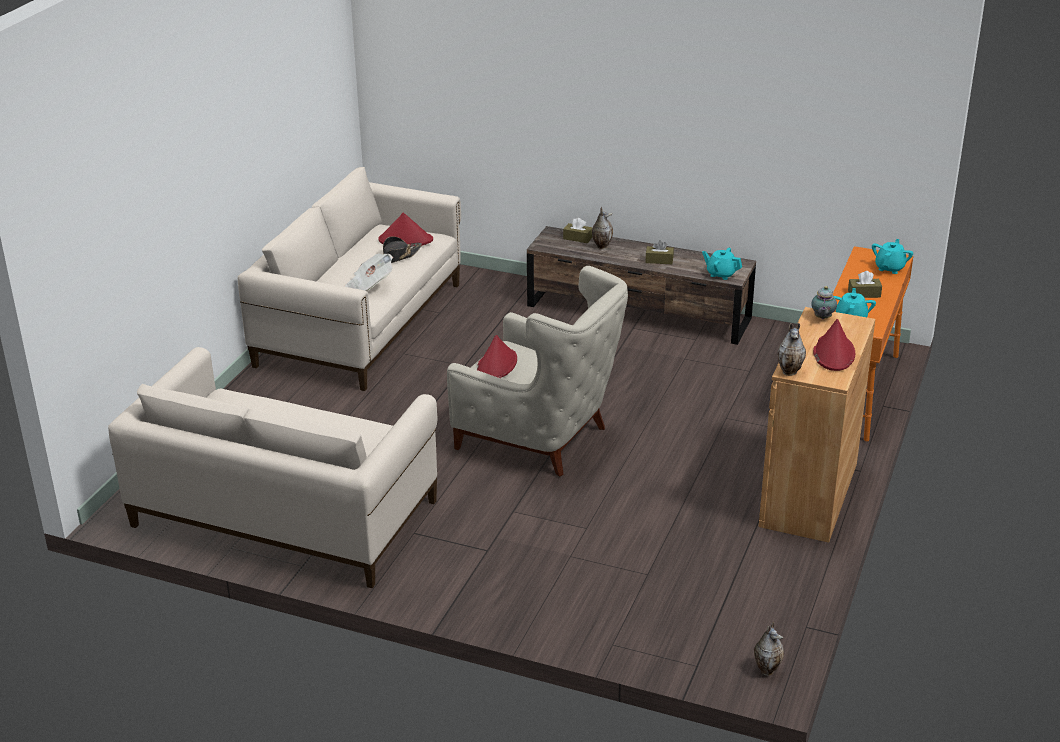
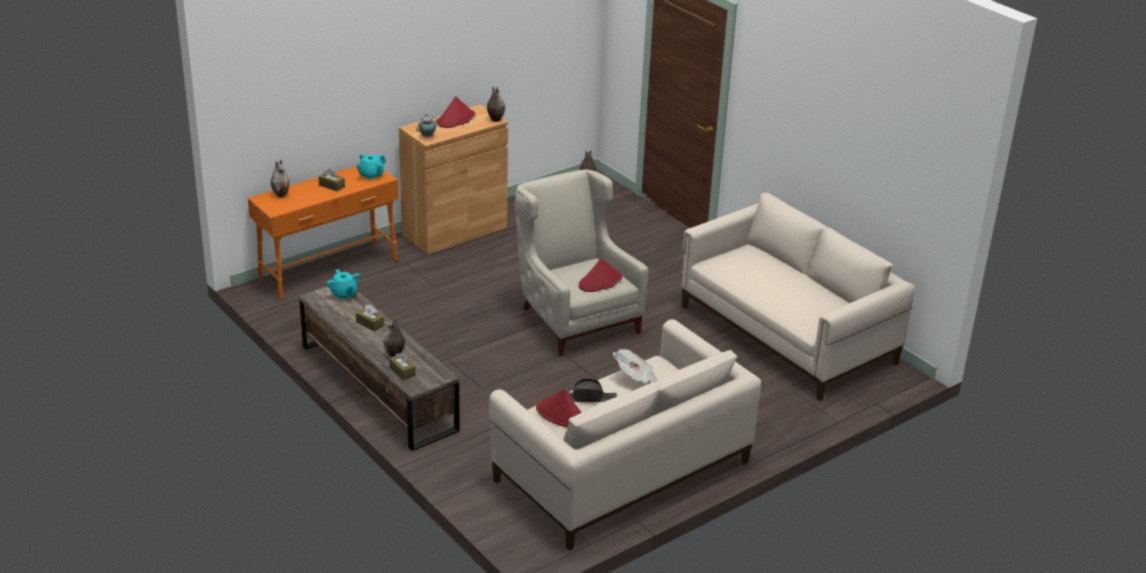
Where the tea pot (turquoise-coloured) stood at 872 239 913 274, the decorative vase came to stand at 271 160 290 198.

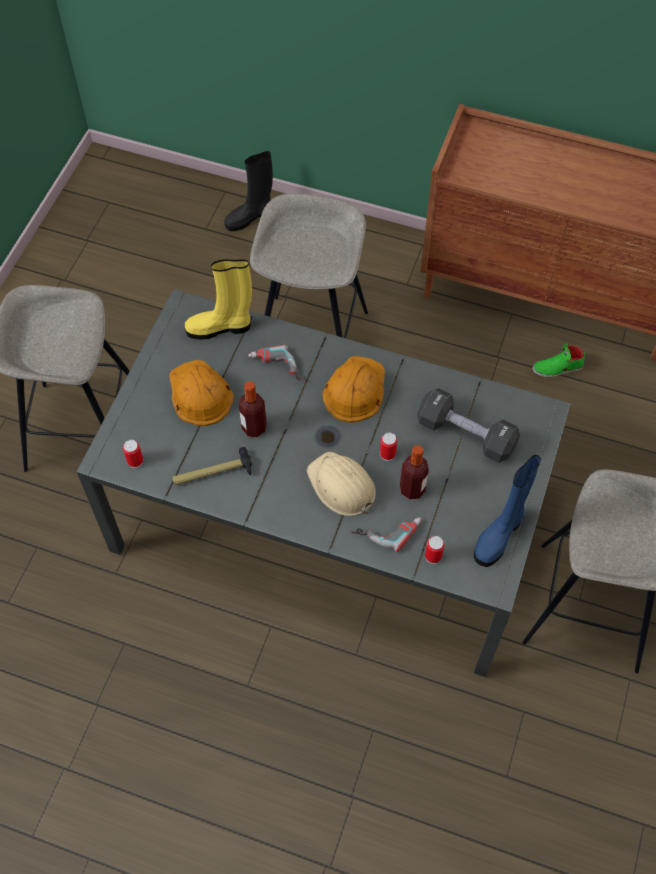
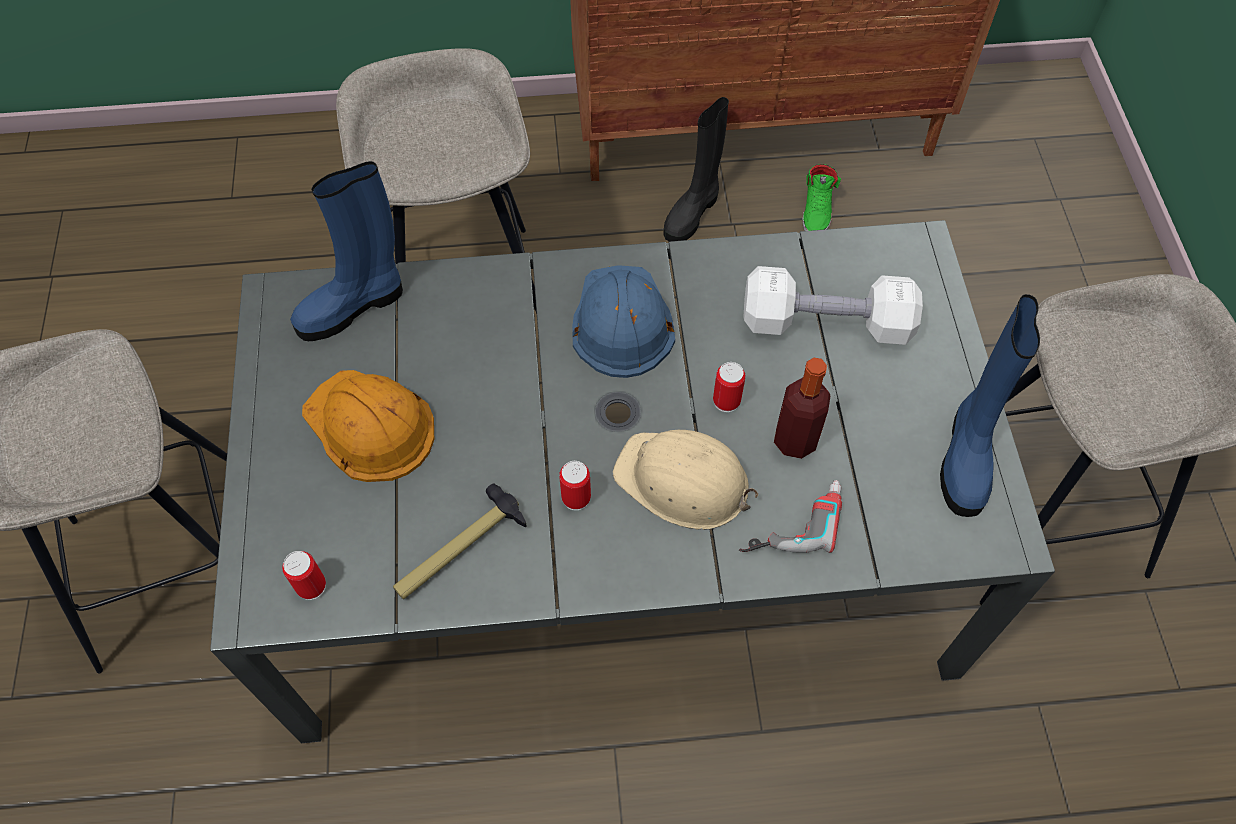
What was the tall boot (yellow-coloured) at 185 259 252 340 turned into the tall boot (blue) at 290 161 403 341. The tall boot (black) ended up elsewhere, having gone from 224 151 273 231 to 663 97 729 242. The second view lost the beverage bottle at 239 381 267 437. The second view lost the power drill at 248 345 306 384. What was the safety helmet (orangey) at 322 356 385 423 turned into the safety helmet (blue) at 572 265 675 378. What was the dumbbell (black) at 418 388 520 463 turned into the dumbbell (whitish) at 744 266 923 345. The can ended up elsewhere, having gone from 425 536 445 564 to 559 461 591 511. The item of footwear (green) at 532 343 585 377 ended up facing another way, 45 degrees counterclockwise from before.

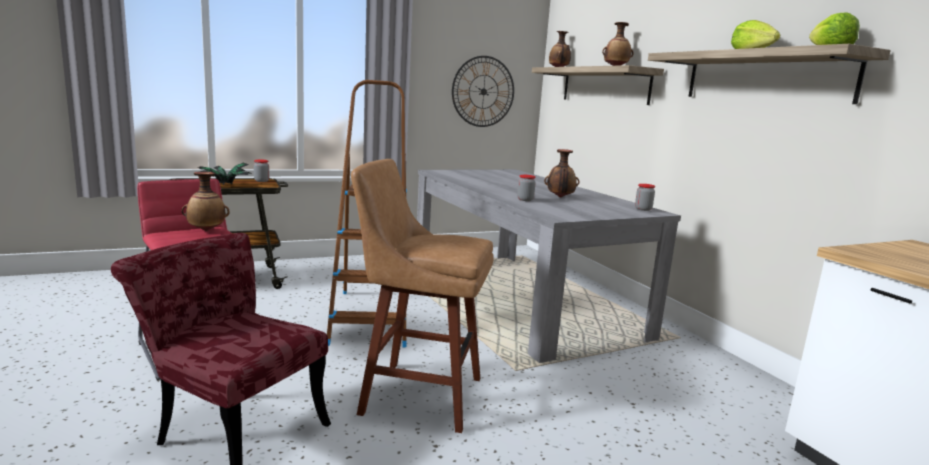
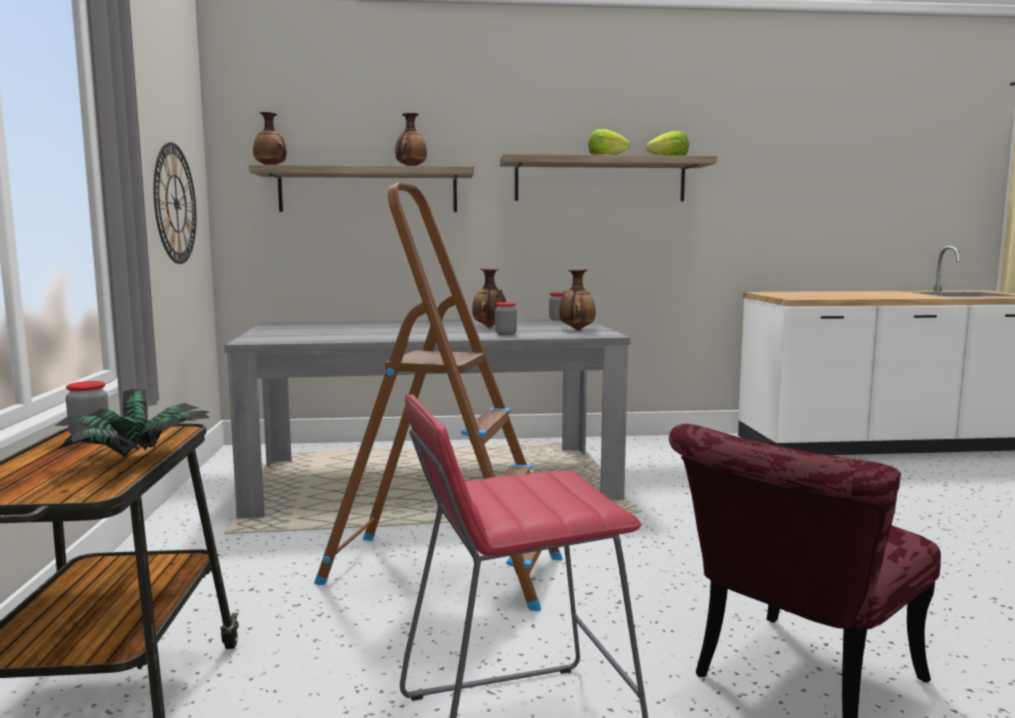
The decorative vase ended up elsewhere, having gone from 182 172 230 231 to 559 269 596 330. The second view lost the sitting stool (brown) at 351 159 494 433.

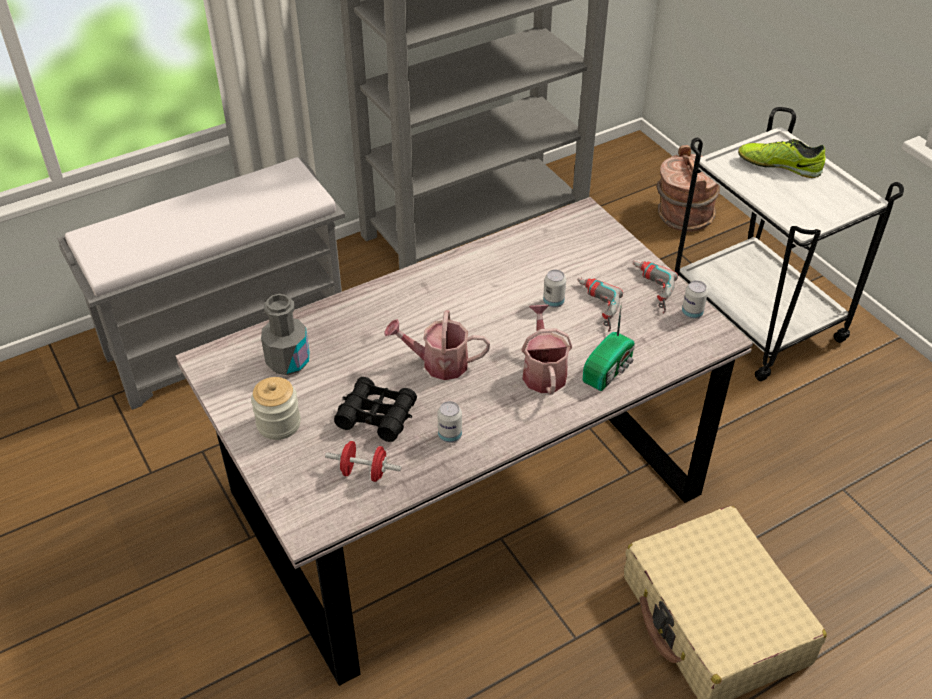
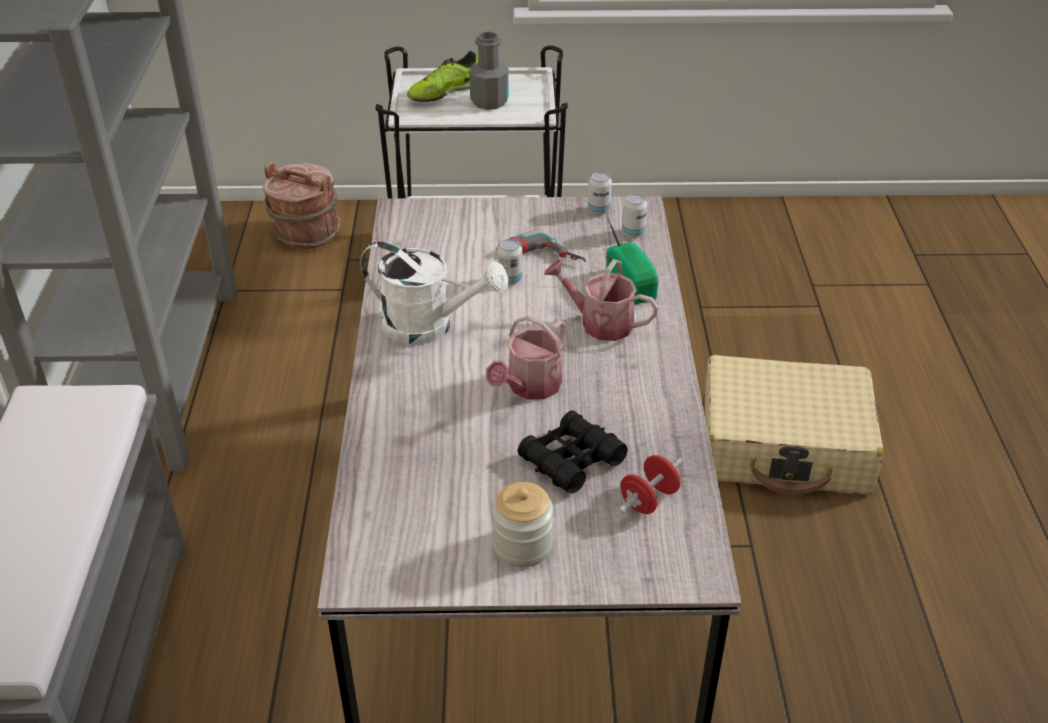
The beverage bottle (gray) ended up elsewhere, having gone from 261 294 309 375 to 469 32 509 110. The can ended up elsewhere, having gone from 437 401 462 443 to 622 194 647 238. The second view lost the power drill at 633 260 678 314. The second view gained the sprinkling can (whitish) at 360 242 508 345.

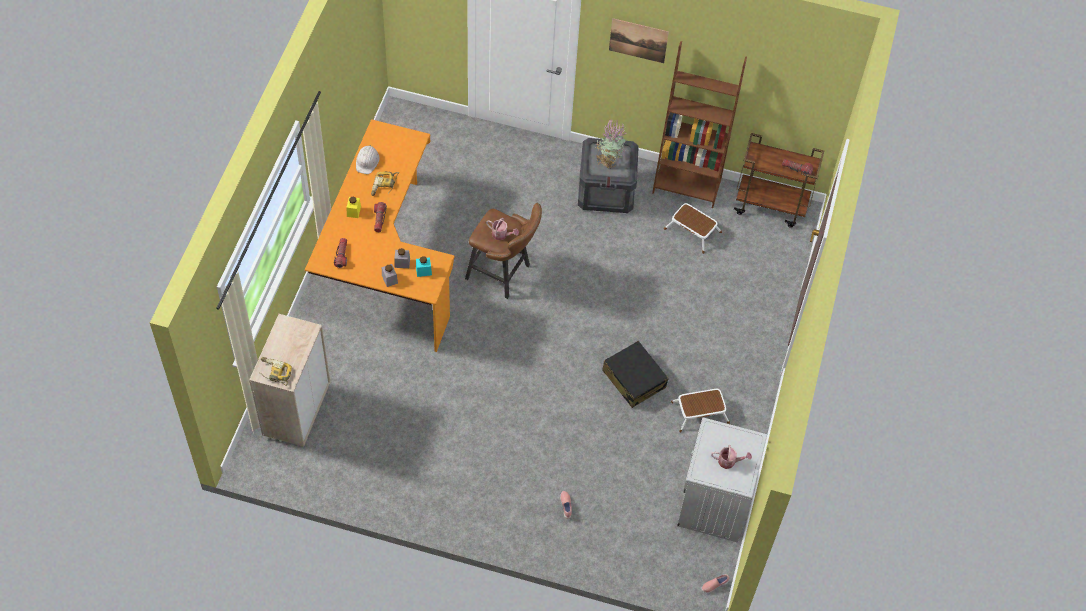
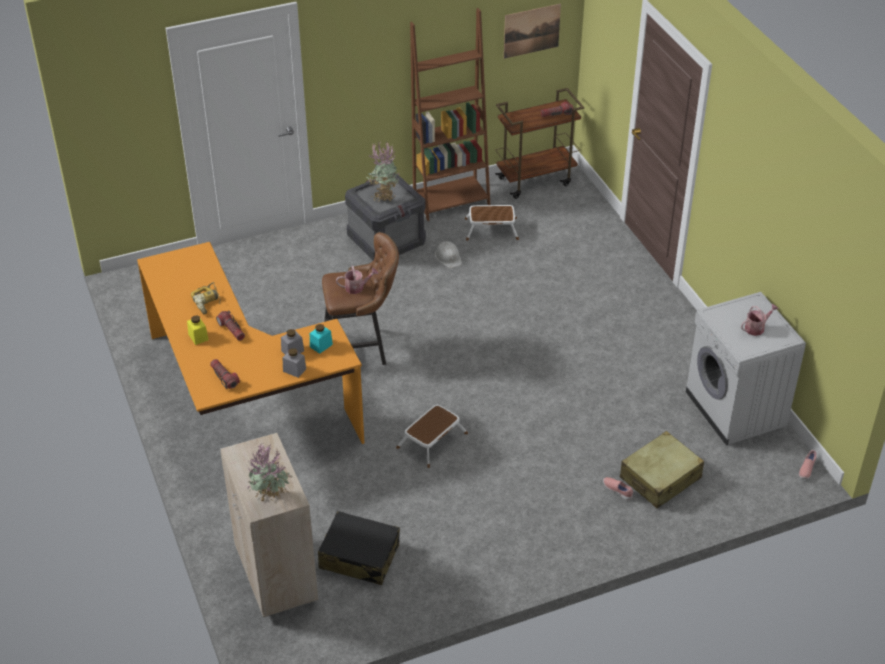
Where the power drill stood at 260 357 292 386, the plant in a pot came to stand at 246 443 292 502. The safety helmet (whitish) ended up elsewhere, having gone from 356 145 380 174 to 435 241 462 268. The piece of luggage (black) ended up elsewhere, having gone from 602 341 669 408 to 318 511 400 585. The picture ended up elsewhere, having gone from 609 18 669 63 to 504 4 561 59. The step stool (brown) ended up elsewhere, having gone from 671 389 730 433 to 396 405 468 468. The second view gained the piece of luggage (sand-coloured) at 620 431 704 509.

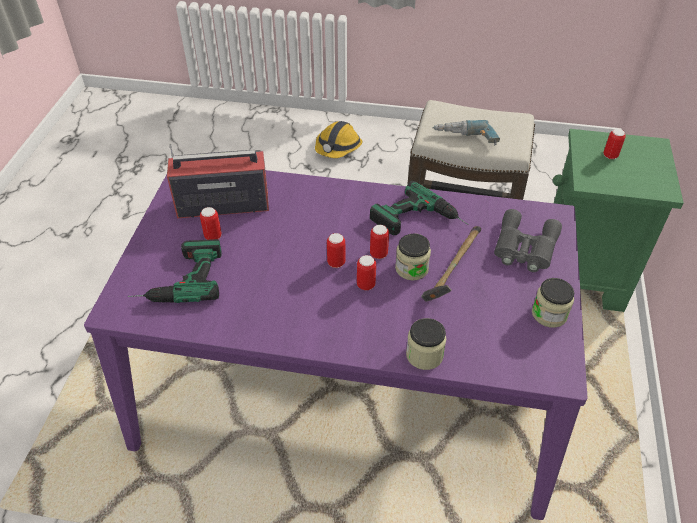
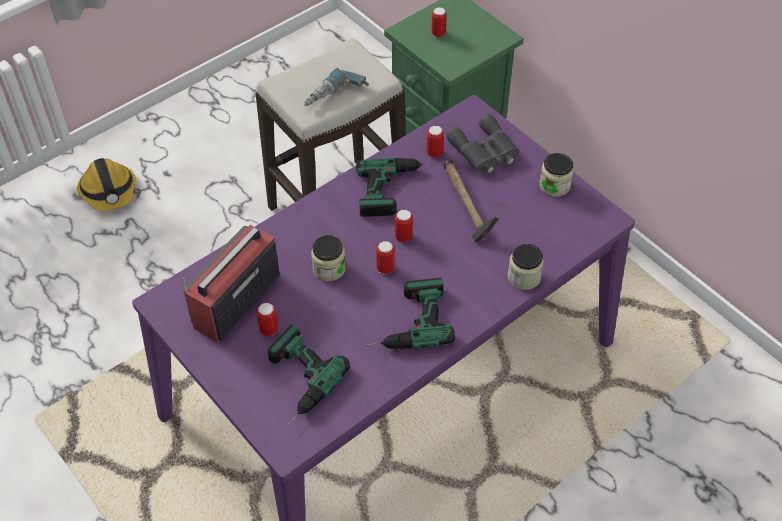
The can ended up elsewhere, having gone from 357 255 376 290 to 427 126 444 157. The preserve jar ended up elsewhere, having gone from 395 233 431 280 to 311 235 346 281. The second view gained the power drill at 365 278 455 349.

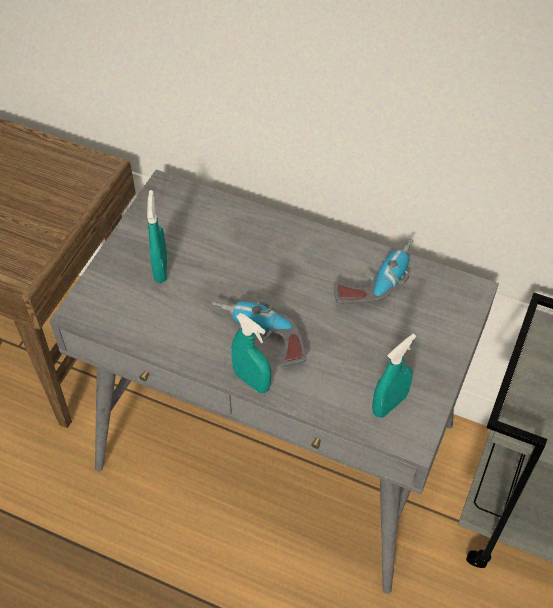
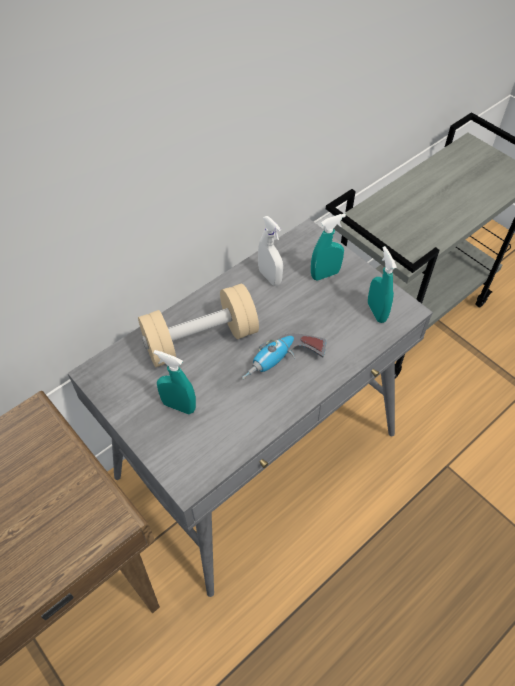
The sprayer (turquoise-coloured) ended up elsewhere, having gone from 232 313 271 393 to 311 213 346 280. Where the power drill stood at 334 239 413 304, the sprayer (whitish) came to stand at 258 216 283 286. The second view gained the dumbbell (sand-coloured) at 138 284 259 367.

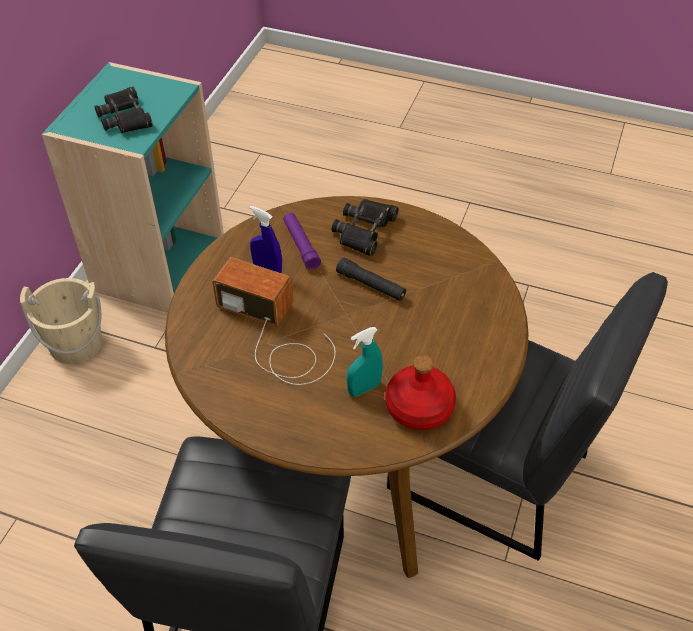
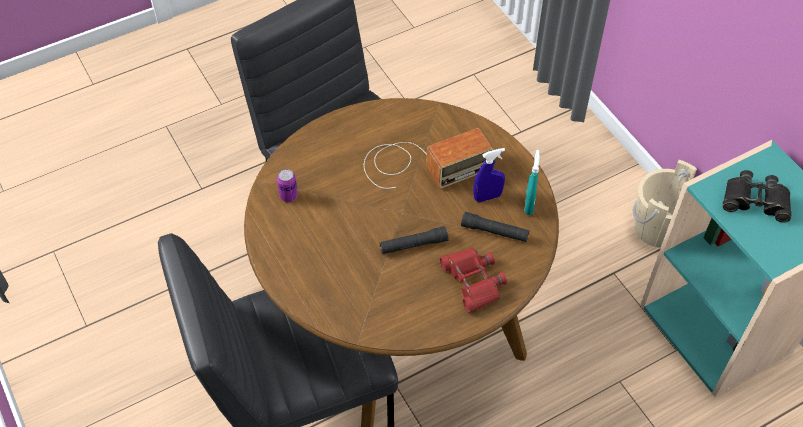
What was the torch (purplish) at 283 213 321 270 turned into the torch (black) at 461 212 529 242. What was the field glasses (black) at 332 199 399 256 turned into the field glasses (red-coloured) at 439 248 507 313. The sprayer (turquoise-coloured) ended up elsewhere, having gone from 347 327 383 397 to 524 150 540 215. Where the beverage bottle (red-coloured) stood at 385 355 456 430, the can came to stand at 277 169 298 202.

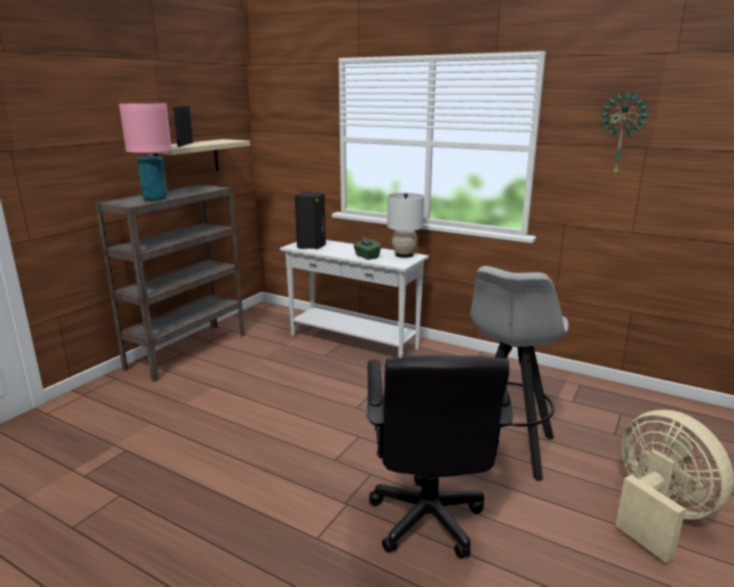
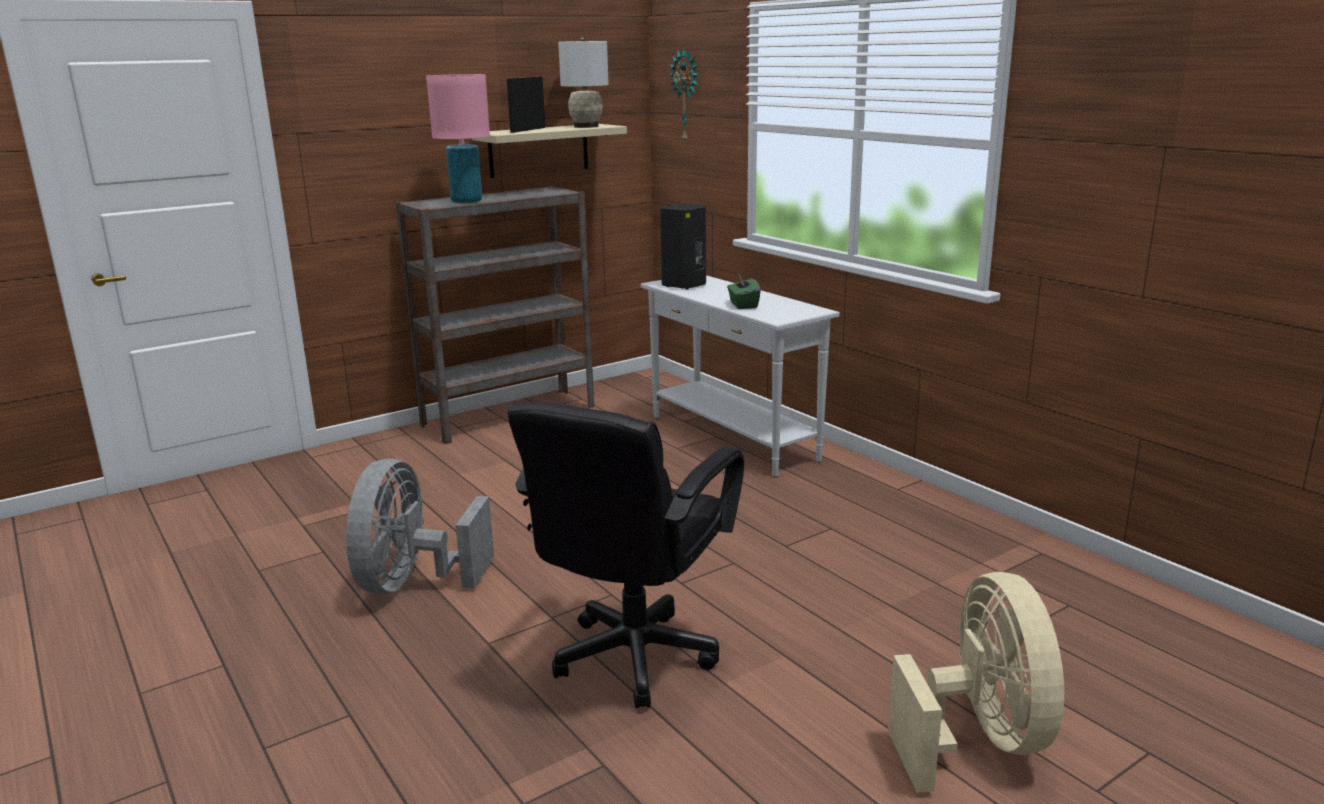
The tabletop lamp (whitish) ended up elsewhere, having gone from 387 193 424 258 to 558 37 609 128. The second view lost the sitting stool (gray) at 470 266 569 481. The clock on the wall ended up elsewhere, having gone from 600 91 650 176 to 669 48 699 144. The second view gained the cooling fan (gray) at 346 459 494 594.

